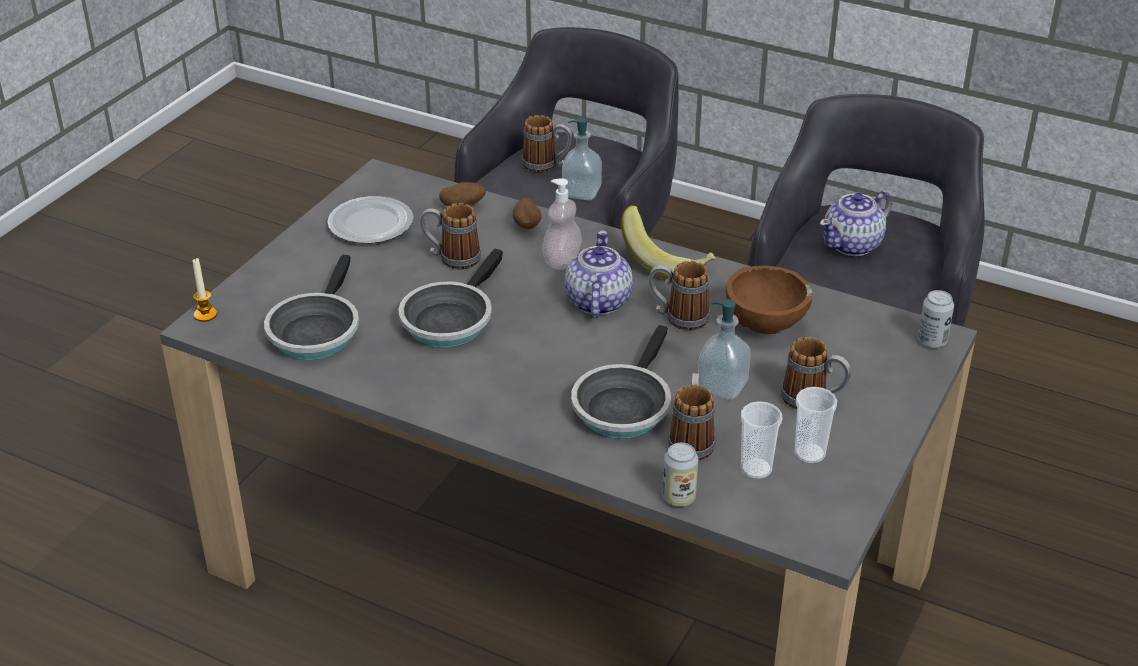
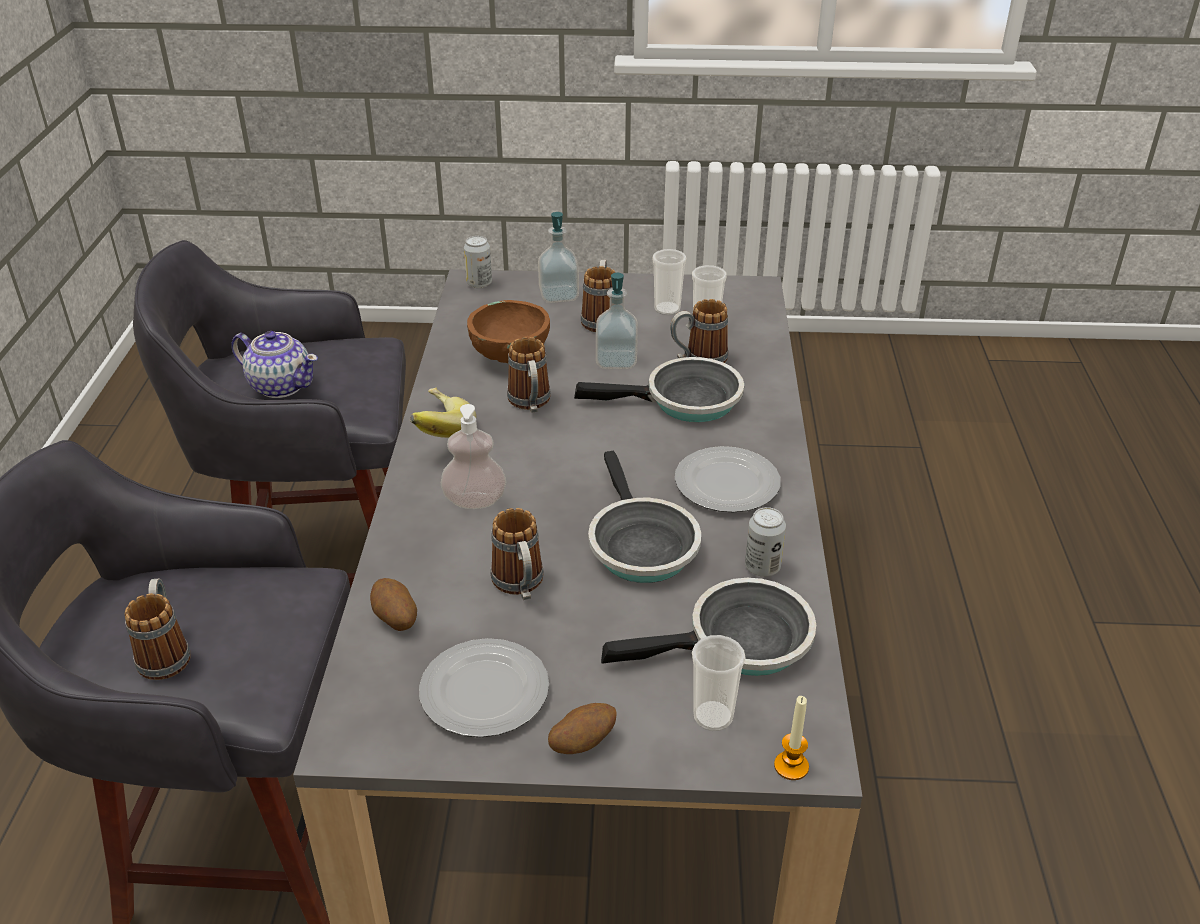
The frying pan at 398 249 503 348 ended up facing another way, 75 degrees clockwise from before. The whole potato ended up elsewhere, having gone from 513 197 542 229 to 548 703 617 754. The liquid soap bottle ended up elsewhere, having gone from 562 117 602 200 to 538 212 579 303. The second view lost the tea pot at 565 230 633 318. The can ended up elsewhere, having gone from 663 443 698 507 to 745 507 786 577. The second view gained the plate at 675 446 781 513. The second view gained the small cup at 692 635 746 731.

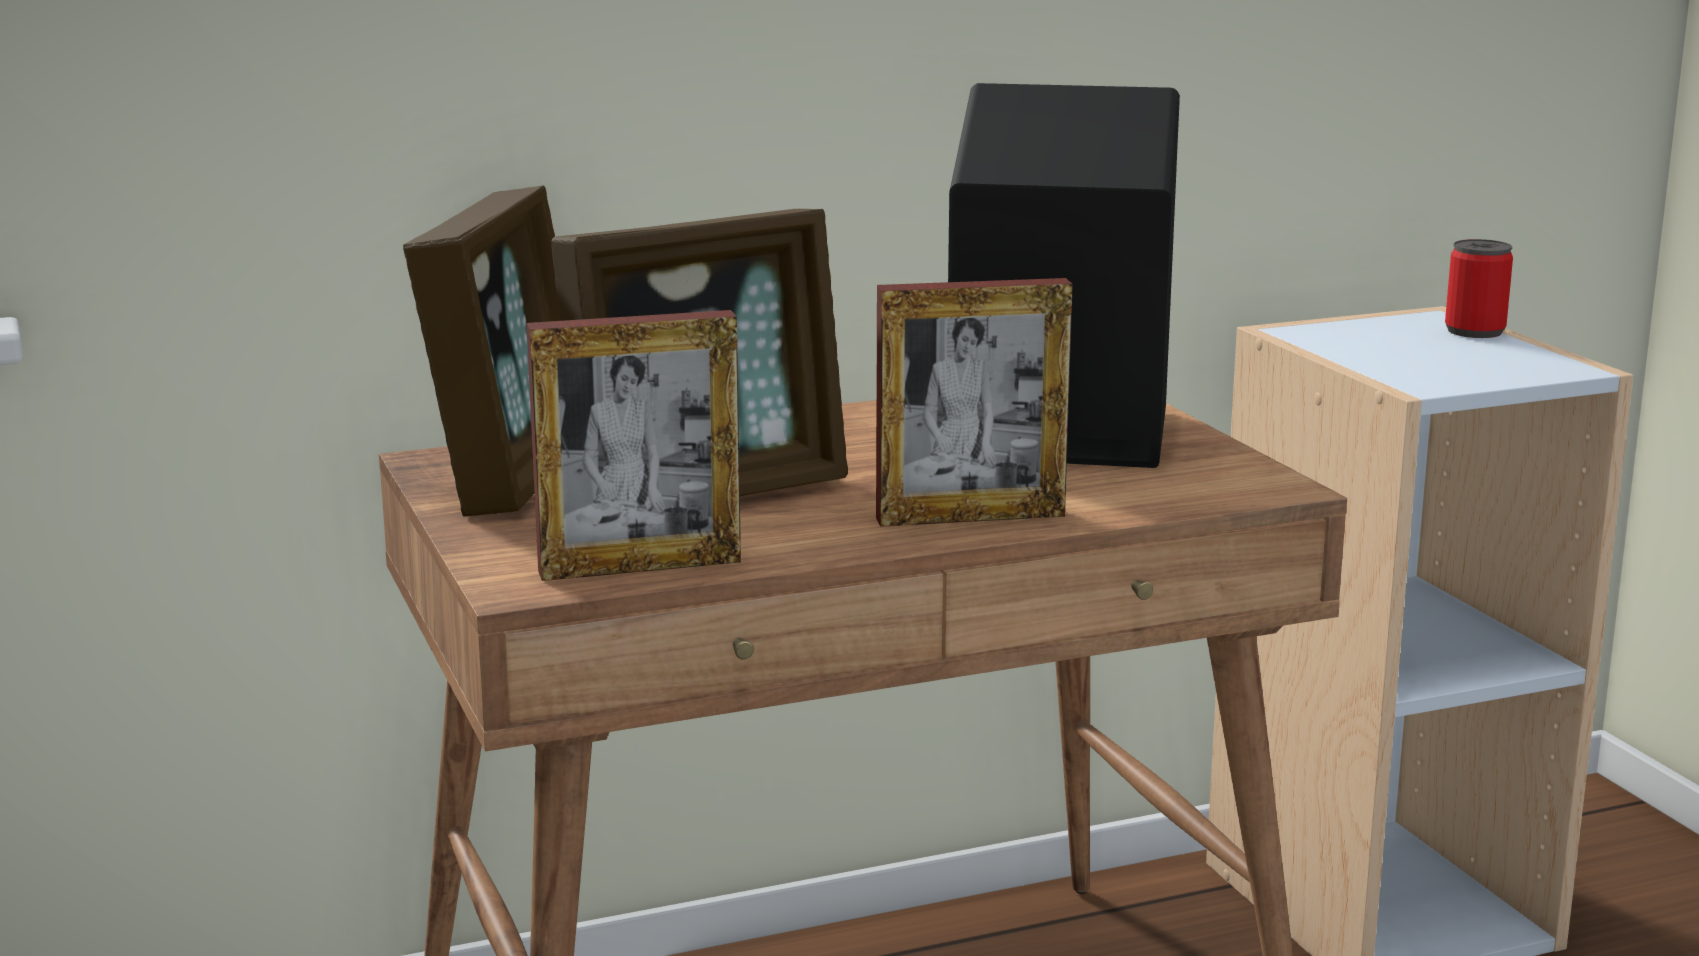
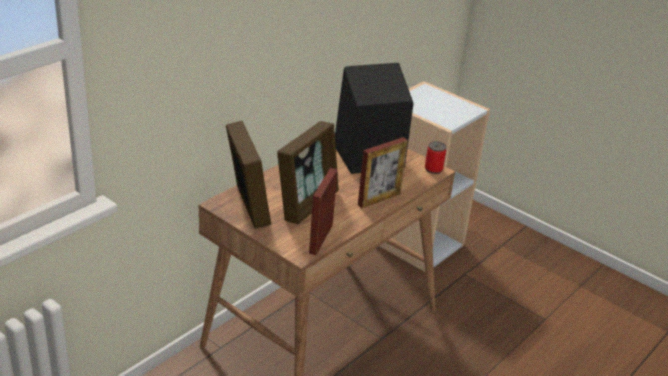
The photo frame at 526 310 741 581 ended up facing another way, 150 degrees clockwise from before. The can ended up elsewhere, having gone from 1445 239 1513 338 to 425 141 446 174.

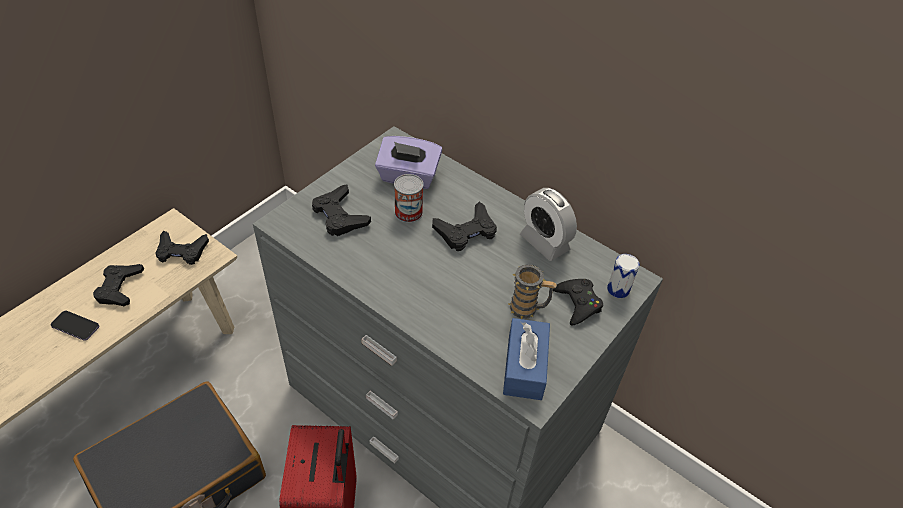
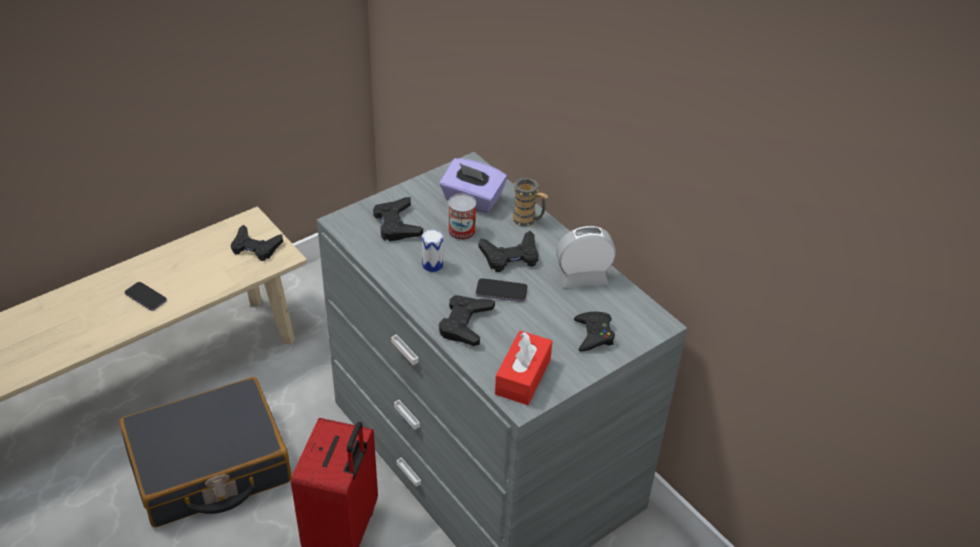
The game controller (black) ended up elsewhere, having gone from 93 264 144 306 to 439 295 495 346. What was the tissue holder (blue) at 503 318 550 400 turned into the tissue holder (red-coloured) at 495 331 552 405. The coffee mug ended up elsewhere, having gone from 508 264 557 319 to 511 177 548 226. The bedside clock at 520 188 577 261 ended up facing another way, 105 degrees clockwise from before. The can ended up elsewhere, having gone from 607 254 640 298 to 422 229 443 272. The second view gained the handset at 475 278 528 302.

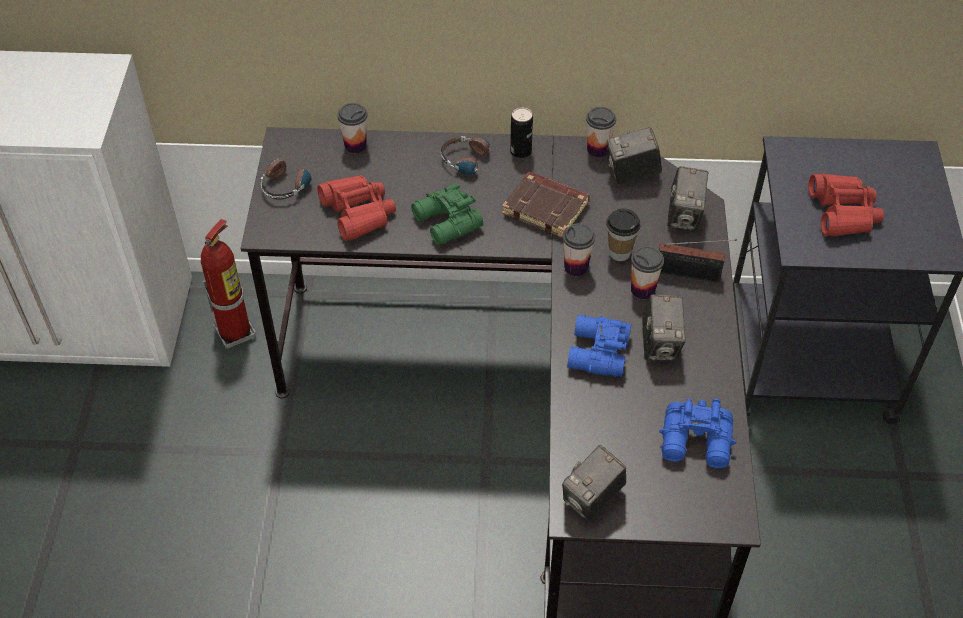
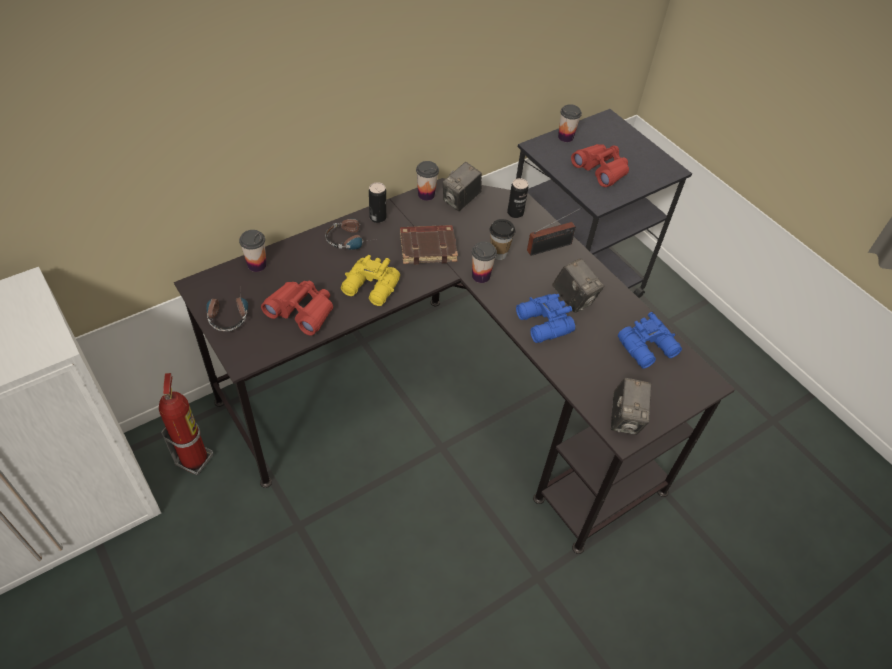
What was the field glasses (green) at 411 184 483 245 turned into the field glasses (yellow-coloured) at 341 255 400 306. The small cup ended up elsewhere, having gone from 631 246 664 299 to 558 104 582 142. Where the photo camera stood at 667 166 709 231, the can came to stand at 507 178 528 218.

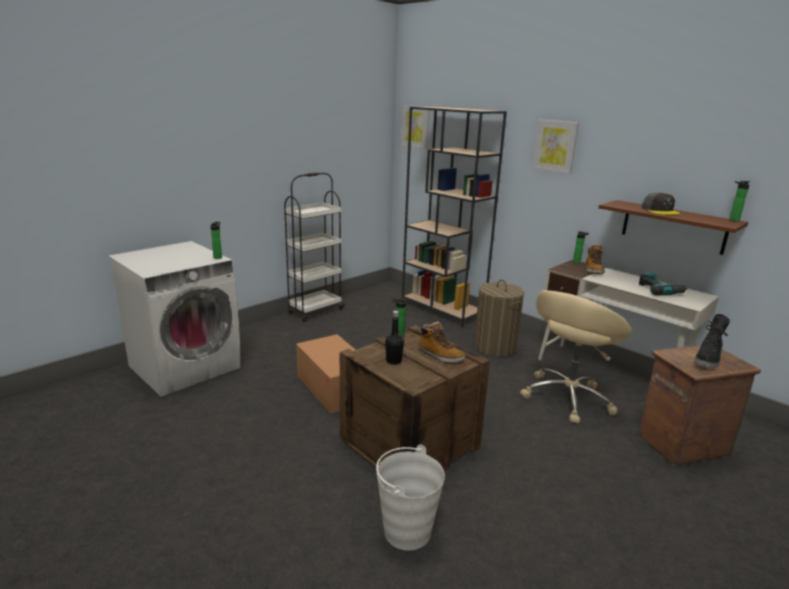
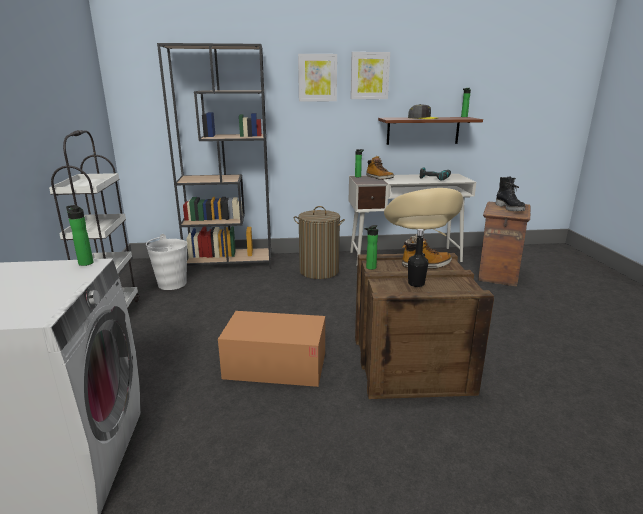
The bucket (whitish) ended up elsewhere, having gone from 376 444 445 551 to 146 234 187 290. The picture ended up elsewhere, having gone from 401 105 430 149 to 351 52 390 99.

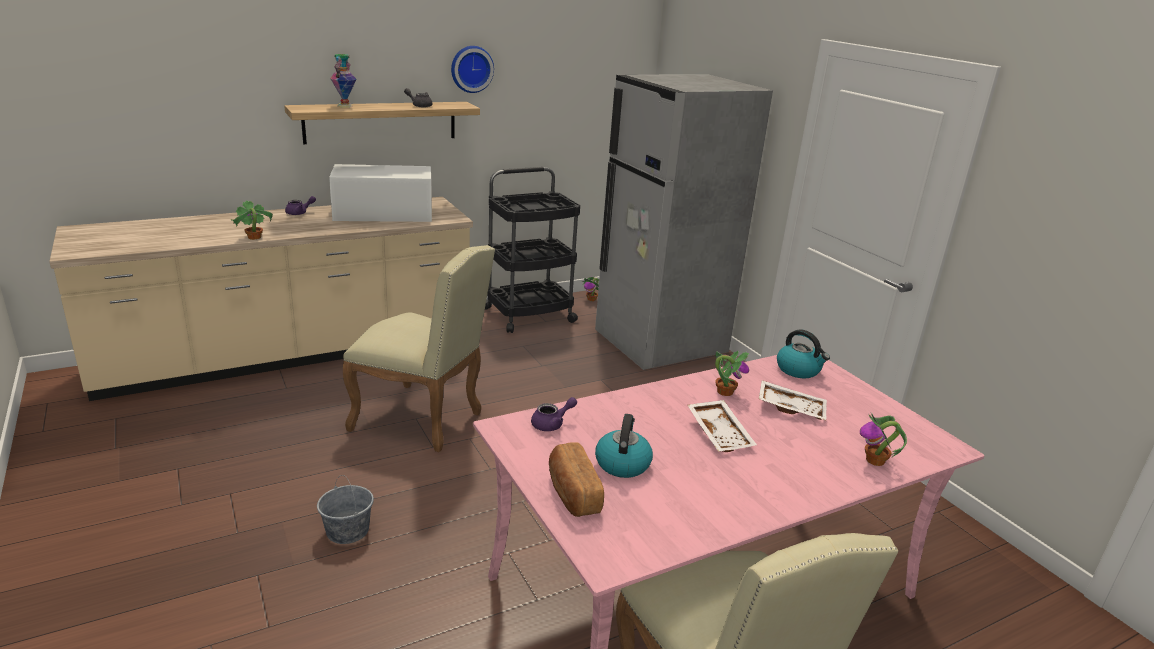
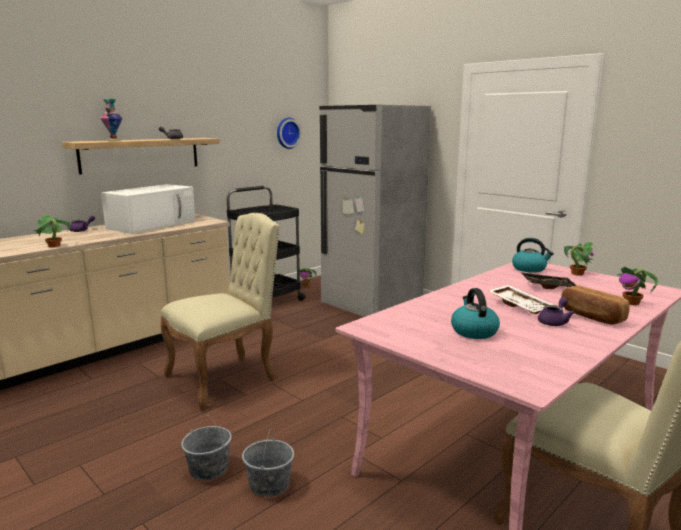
The microwave oven (whitish) at 329 164 432 222 ended up facing another way, 150 degrees clockwise from before. The chair (sand-coloured) at 343 245 495 452 ended up facing another way, 45 degrees counterclockwise from before. The clock on the wall ended up elsewhere, having gone from 451 46 494 93 to 277 118 302 149. The tea pot (purplish) ended up elsewhere, having gone from 531 397 577 431 to 538 297 575 326. The bakery bread ended up elsewhere, having gone from 549 442 604 517 to 561 285 630 325. The plant in a pot ended up elsewhere, having gone from 715 351 749 396 to 564 242 594 276. What was the serving tray (whitish) at 759 380 827 420 turned into the serving tray (black) at 520 272 576 289. The second view gained the bucket (gray) at 242 428 294 497.

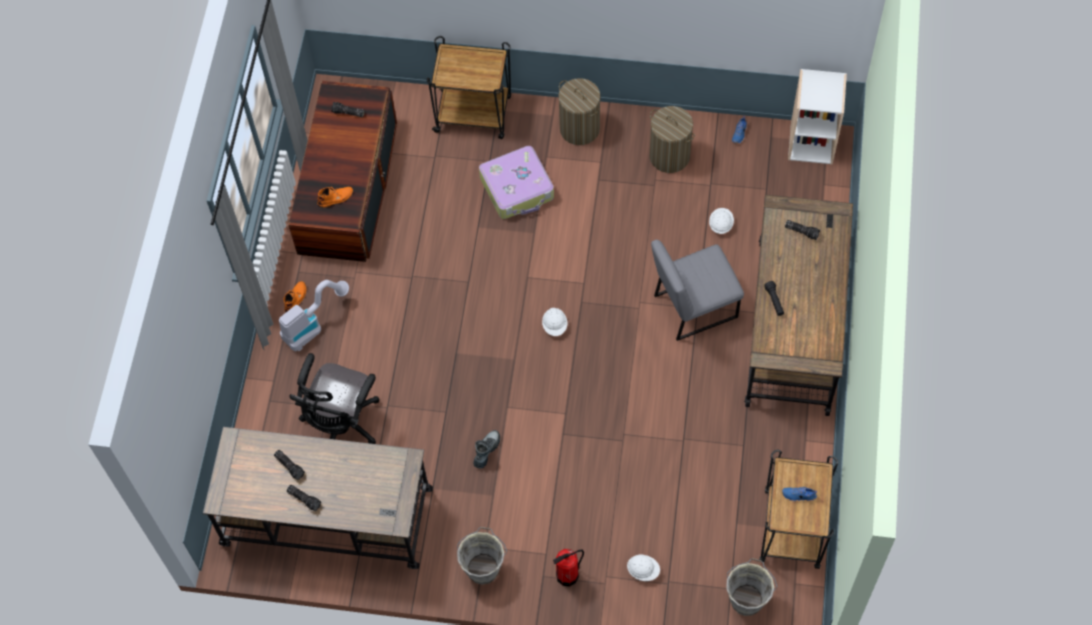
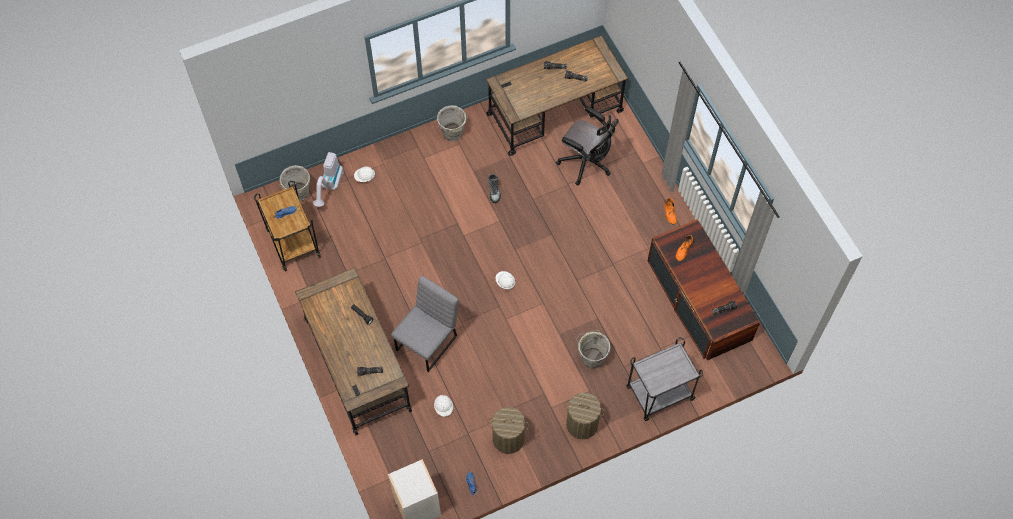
The vacuum cleaner ended up elsewhere, having gone from 279 280 349 351 to 313 152 344 207. The office chair at 289 353 379 444 ended up facing another way, 135 degrees clockwise from before. What was the cart (brown) at 427 36 511 139 turned into the cart (gray) at 626 337 703 421. Where the piece of luggage stood at 479 146 554 219, the bucket (gray) came to stand at 576 330 611 368. The second view lost the fire extinguisher at 553 549 584 586.

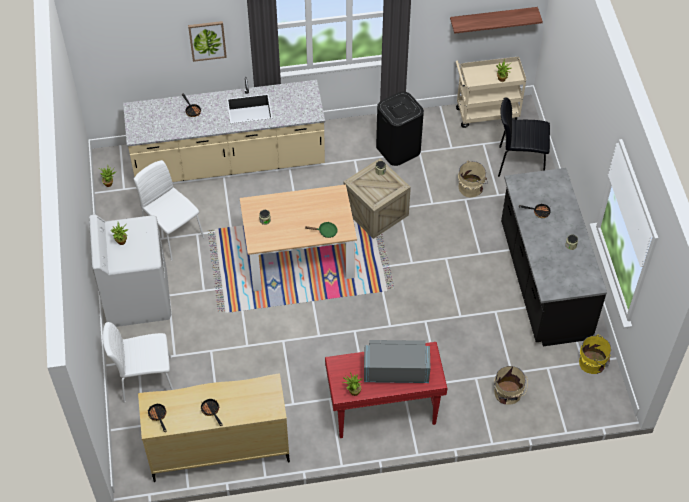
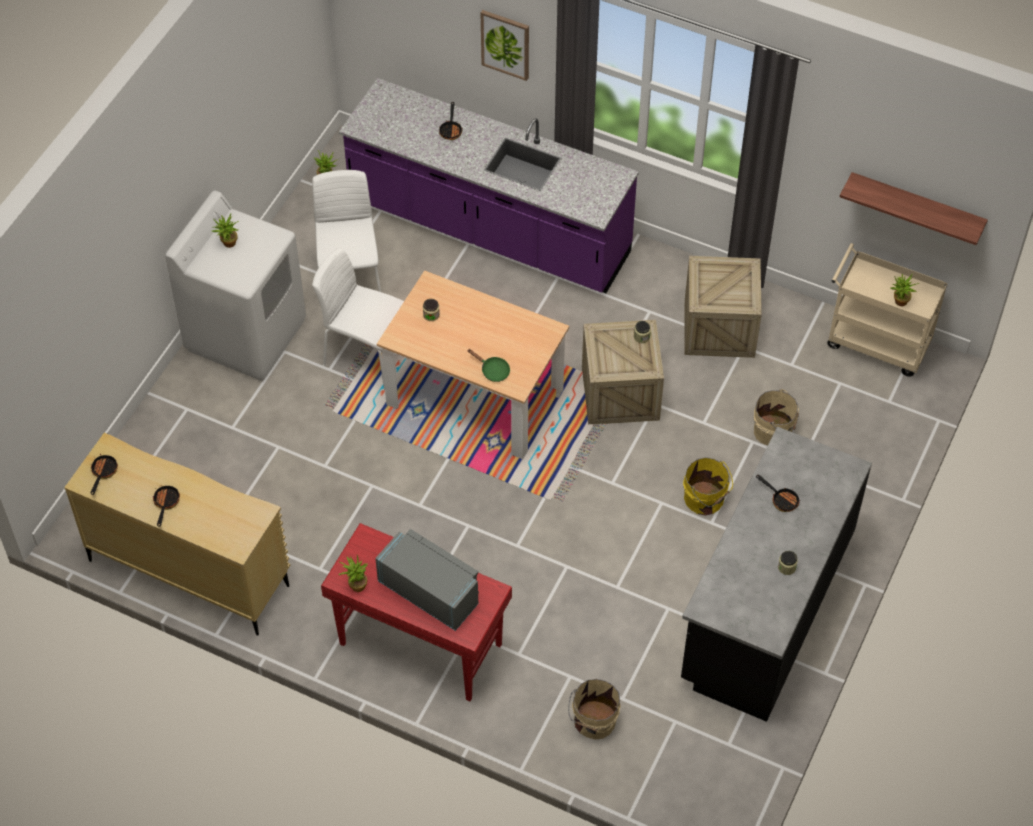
The chair (whitish) ended up elsewhere, having gone from 103 322 173 403 to 312 248 404 391. What was the kitchen counter (sand-coloured) at 123 77 325 182 turned into the kitchen counter (purplish) at 339 78 639 293. Where the waste bin (black) stood at 376 92 424 166, the crate came to stand at 684 256 762 358. The second view lost the chair (black) at 498 98 550 177. The bucket (yellow-coloured) ended up elsewhere, having gone from 579 335 611 374 to 683 457 733 516.

